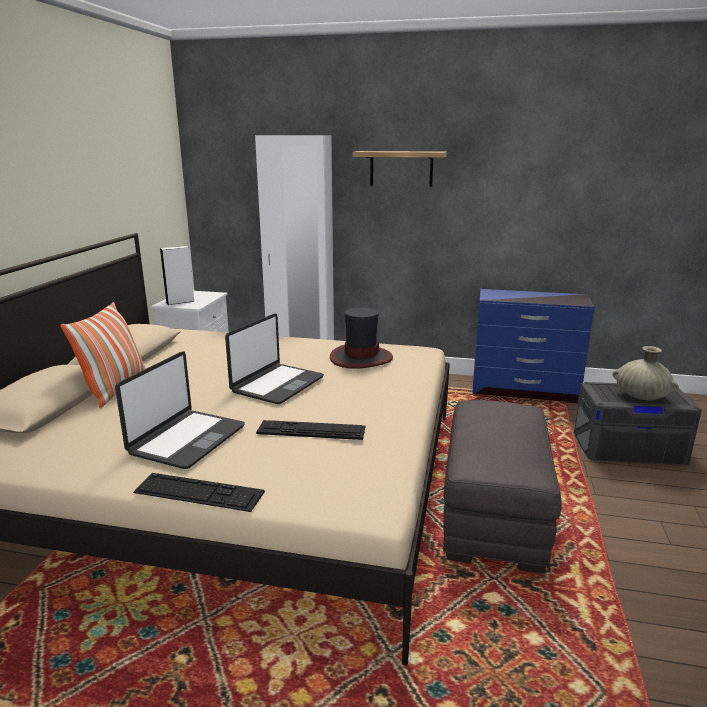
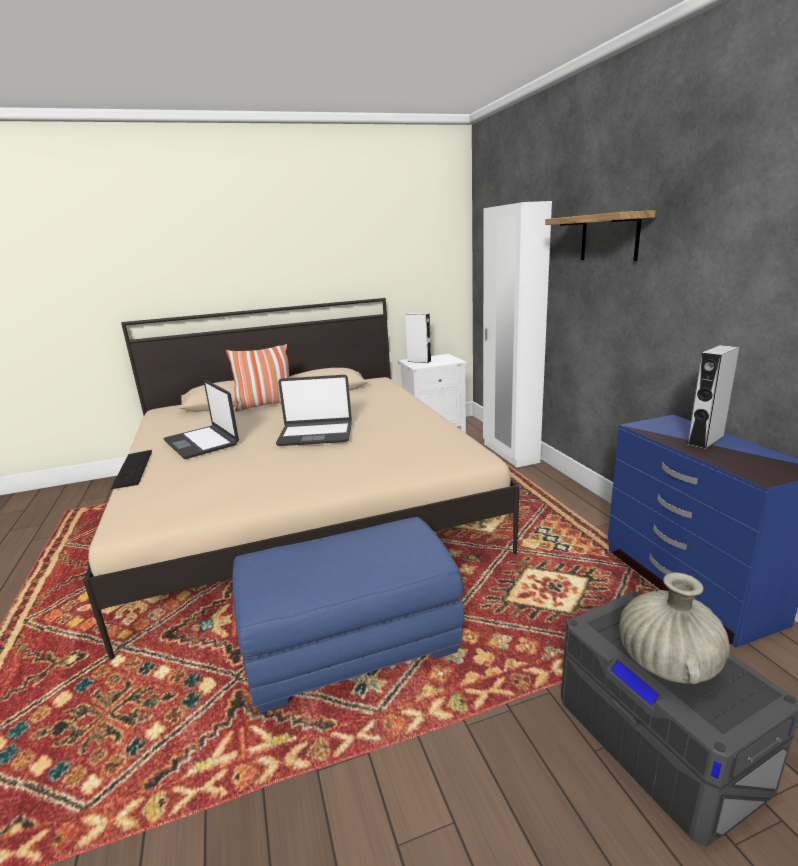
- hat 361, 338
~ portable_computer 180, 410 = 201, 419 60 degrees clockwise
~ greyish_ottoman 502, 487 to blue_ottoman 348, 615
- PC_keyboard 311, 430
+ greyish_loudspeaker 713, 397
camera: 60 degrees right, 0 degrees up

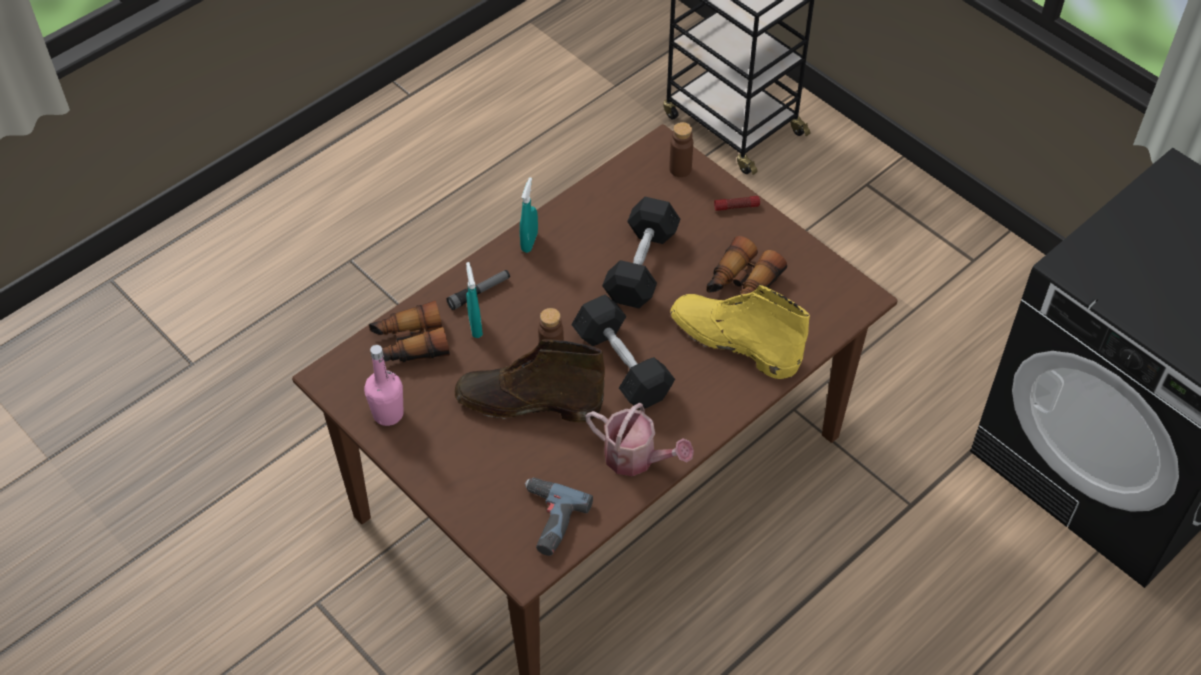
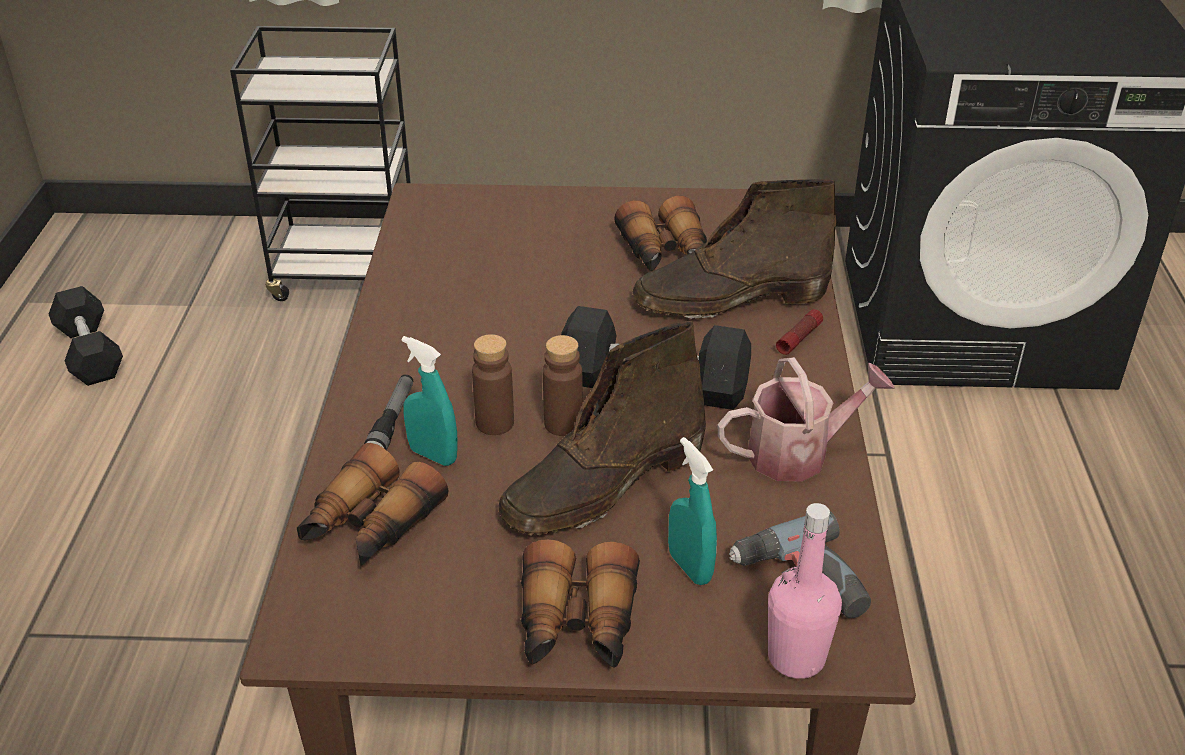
~ brownish_drink_bottle 681, 149 to 493, 384
~ turquoise-coloured_spray_bottle 529, 215 to 692, 511
~ flashlight 737, 203 to 799, 332
~ black-coloured_dumbbell 641, 252 to 86, 336
~ yellowish_boot 740, 332 to brownish_boot 734, 249
~ pinkish_drink_bottle 384, 385 to 805, 591
+ field_glasses 580, 603
camera: 45 degrees left, 15 degrees down

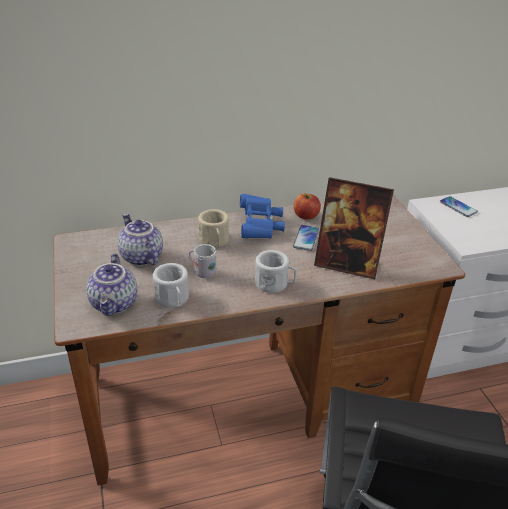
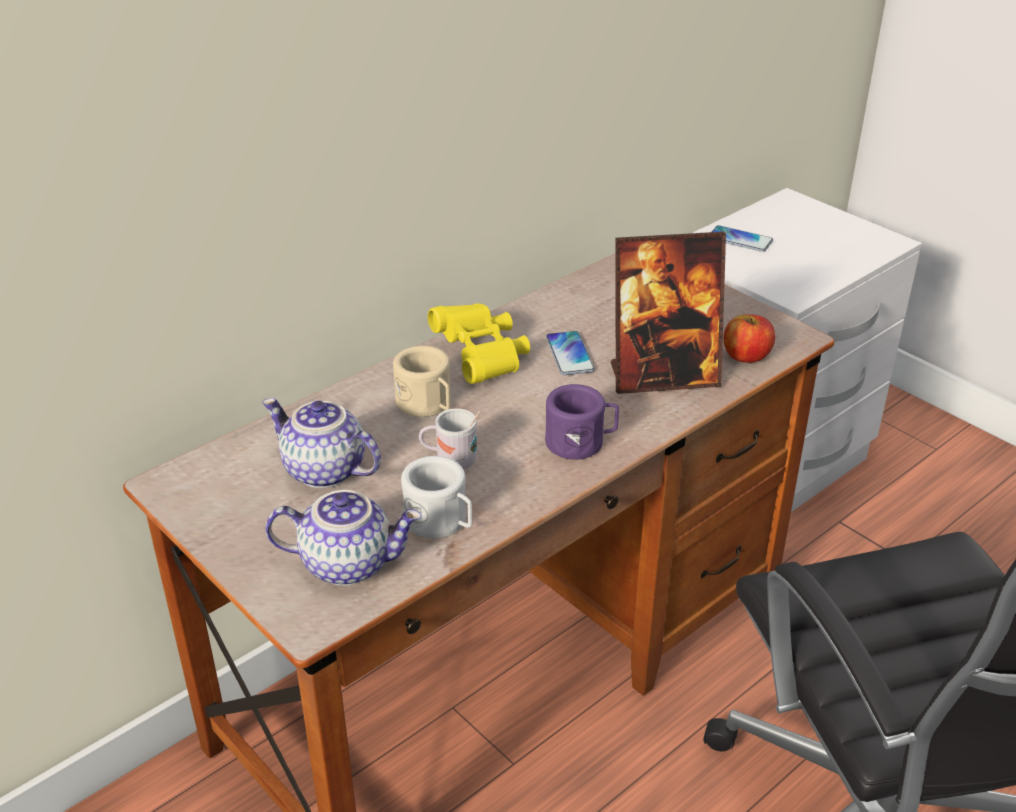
~ blue_field_glasses 262, 216 to yellowish_field_glasses 479, 343
~ whole_apple 307, 206 to 749, 338
~ white-coloured_coffee_mug 275, 271 to purple-coloured_coffee_mug 582, 422
~ tea_pot 111, 284 = 343, 538 60 degrees counterclockwise
camera: 25 degrees left, 0 degrees up

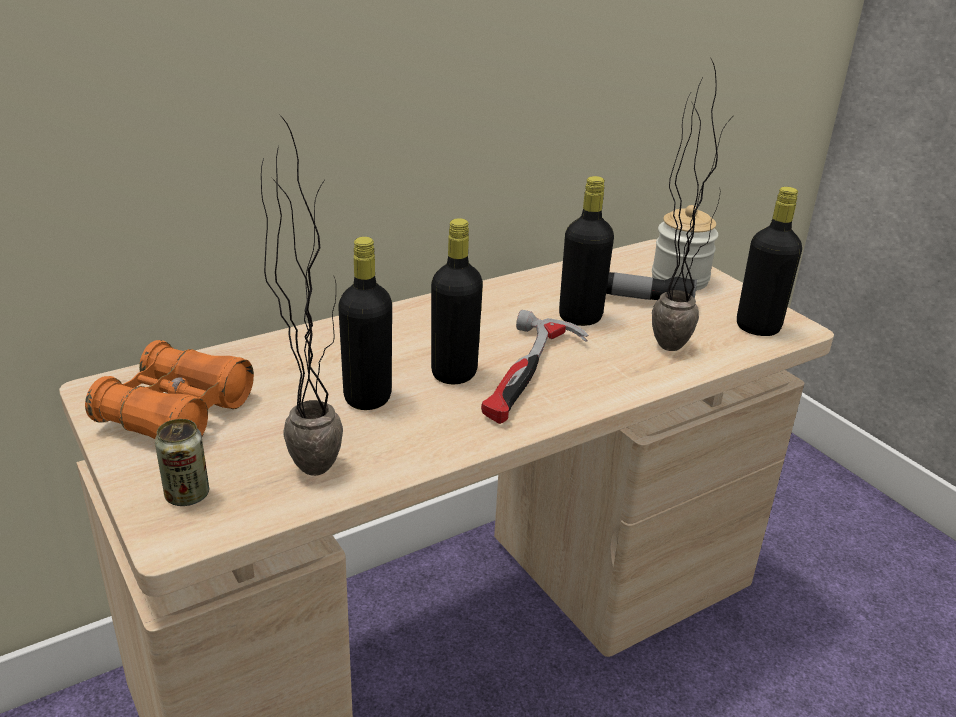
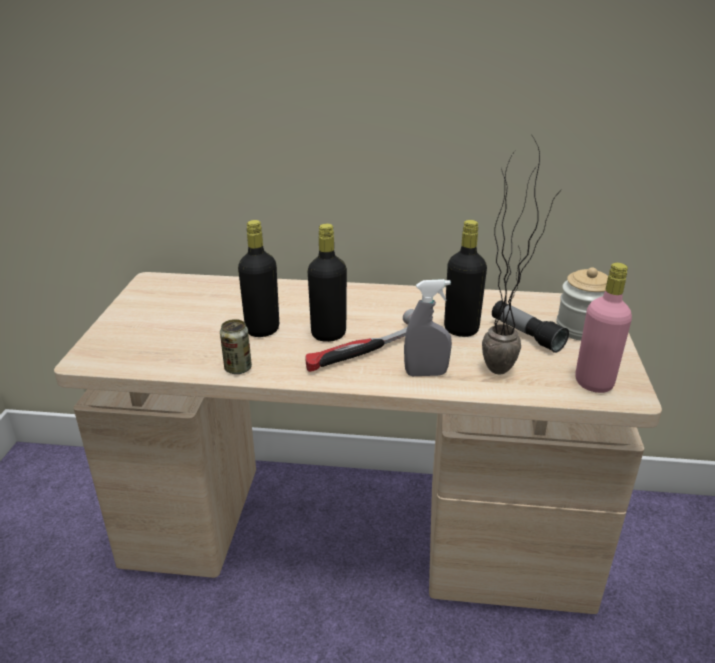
- houseplant 302, 296
~ black-coloured_drink_bottle 769, 261 to pinkish_drink_bottle 603, 328
- orange_field_glasses 169, 389
~ metal_can 182, 462 to 236, 346
+ greyish_spray_bottle 428, 327
camera: 40 degrees right, 0 degrees up

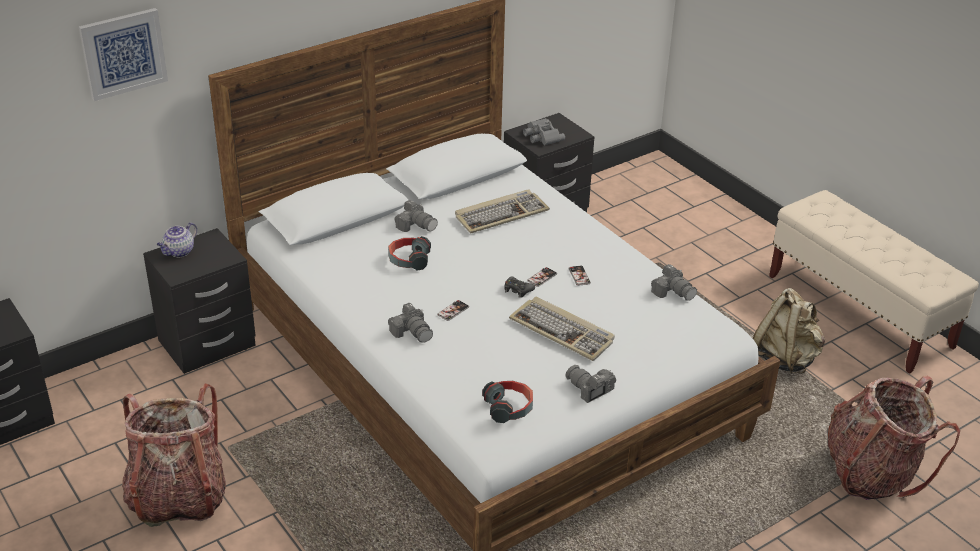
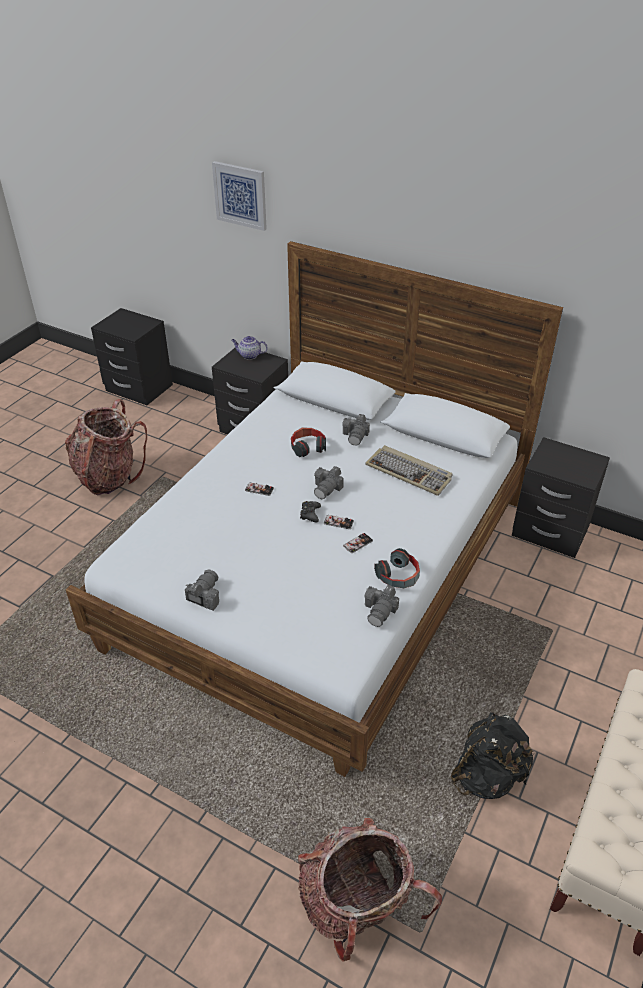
- greyish_field_glasses 544, 131
~ beige-coloured_backpack 789, 331 to black-coloured_backpack 493, 755
- PC_keyboard 562, 328
~ photo_camera 410, 323 to 328, 482
~ pair_of_headphones 507, 402 to 397, 568
camera: 65 degrees right, 5 degrees up

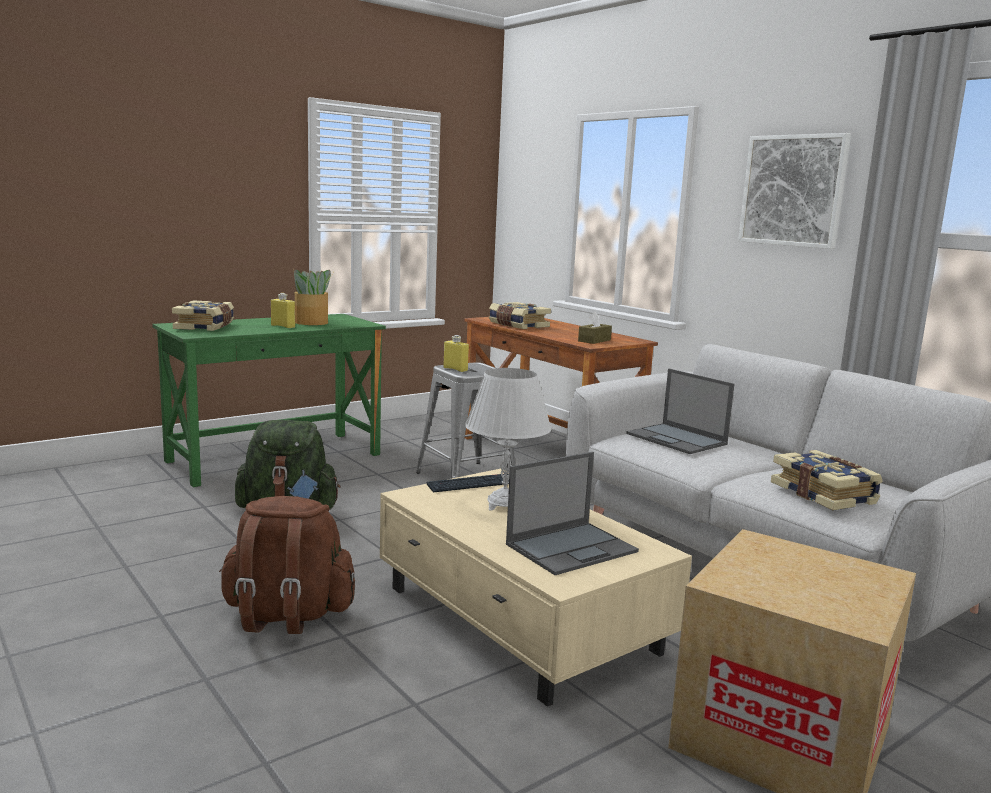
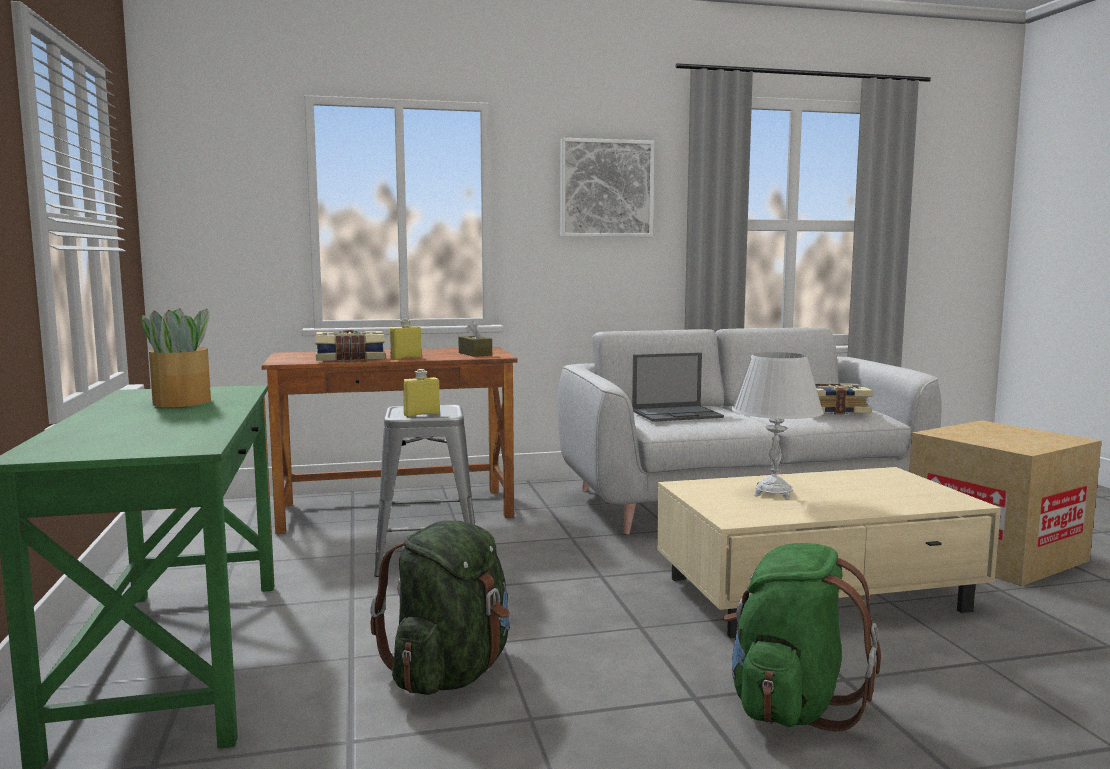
~ yellowish_drink_bottle 283, 310 to 406, 339
- book 203, 315
- portable_computer 572, 513
- PC_keyboard 468, 483
~ brownish_backpack 287, 565 to green_backpack 802, 637
camera: 65 degrees left, 5 degrees down

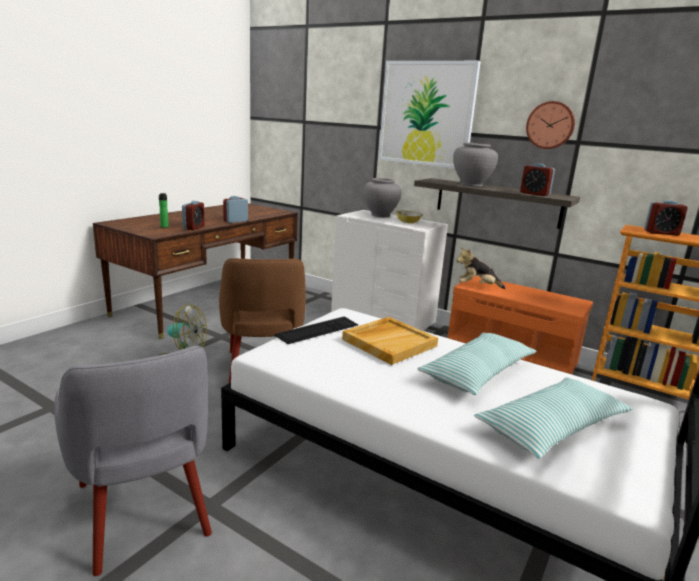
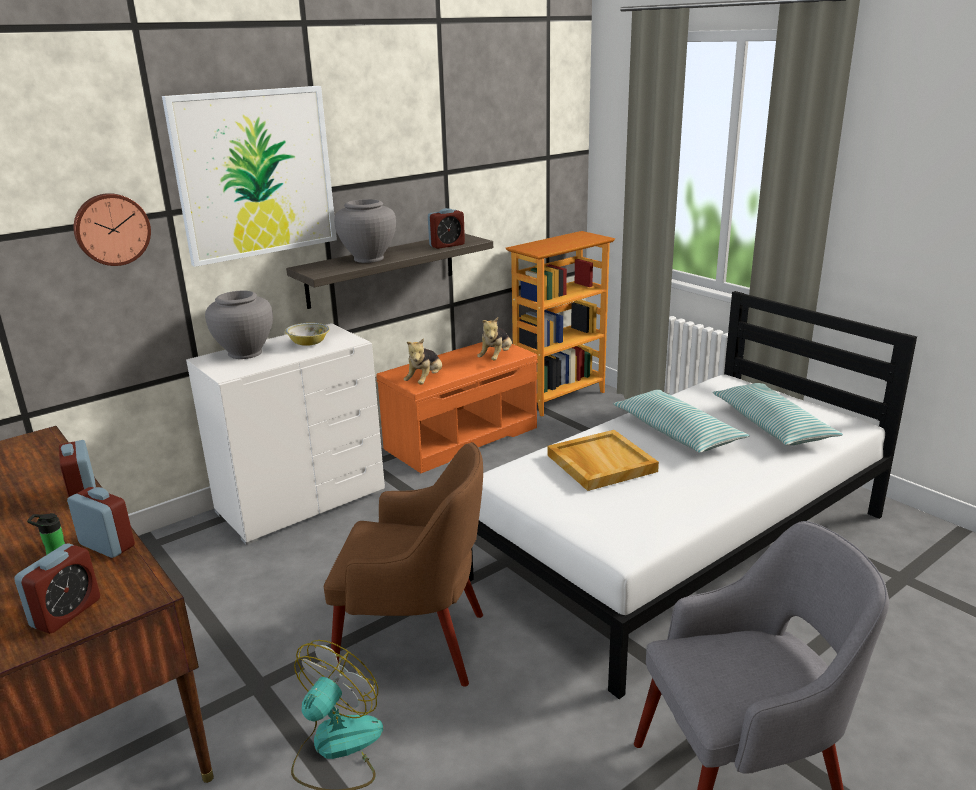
~ wall_clock 550, 125 to 112, 229
~ alarm_clock 666, 218 to 57, 588
- PC_keyboard 316, 330
+ plush_toy 494, 339
camera: 70 degrees left, 5 degrees up

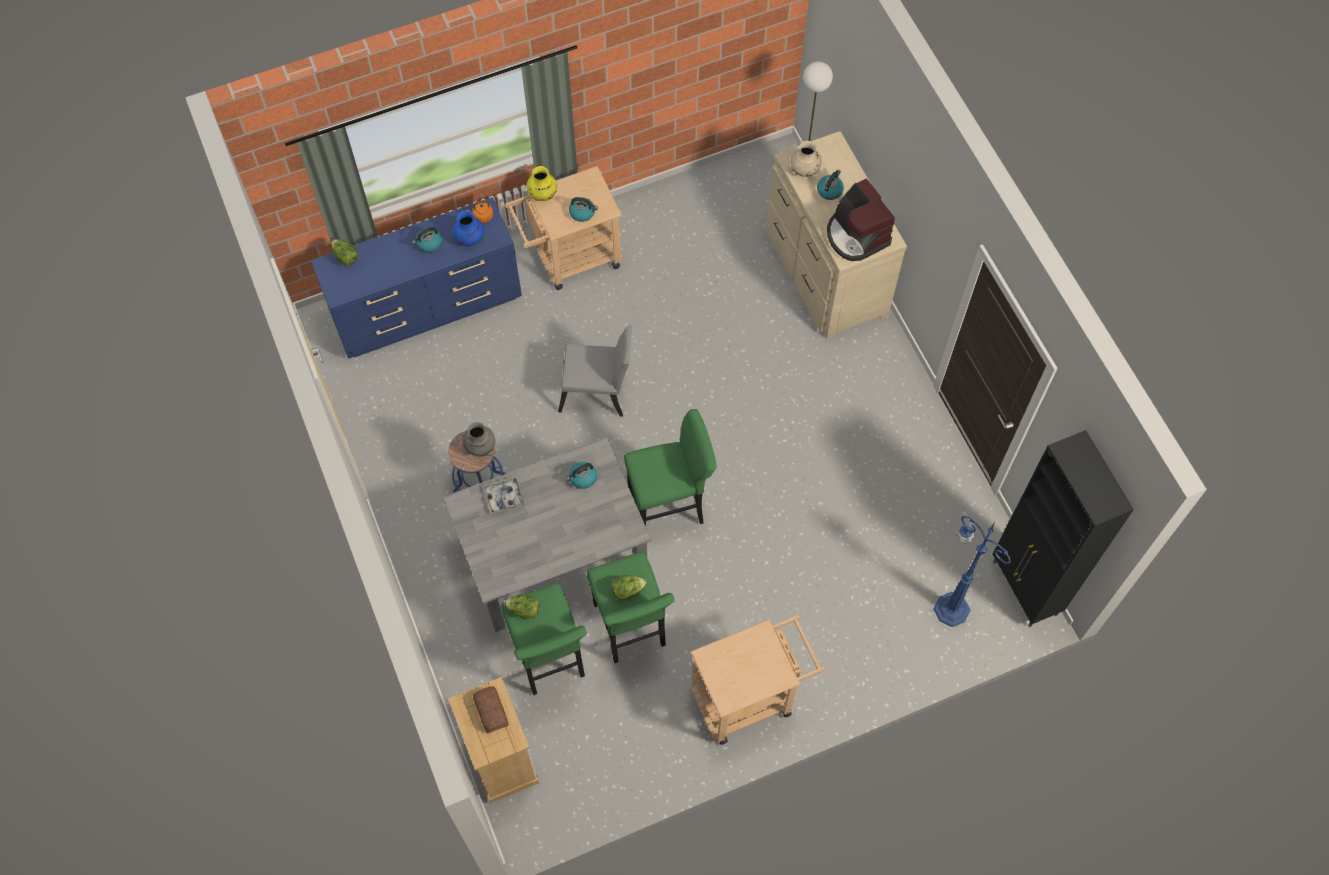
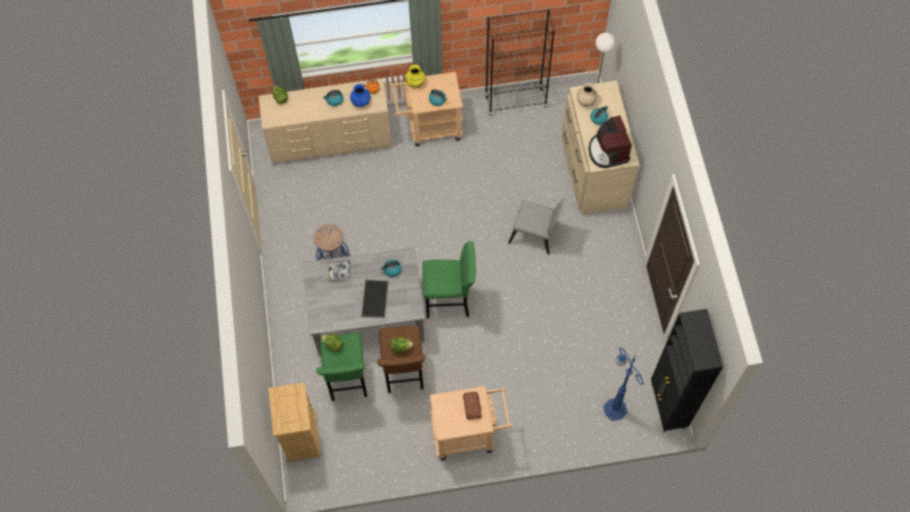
~ blue_chest_of_drawers 416, 278 to beige-coloured_chest_of_drawers 325, 120
~ greyish_chair 595, 371 to 538, 226
- greyish_decorative_vase 479, 439
~ green_sitting_stool 631, 607 to brownish_sitting_stool 401, 359
~ bakery_bread 491, 709 to 472, 406
+ black-coloured_bookshelf 520, 62
+ carrying_tray 375, 299
camera: 15 degrees right, 0 degrees up

